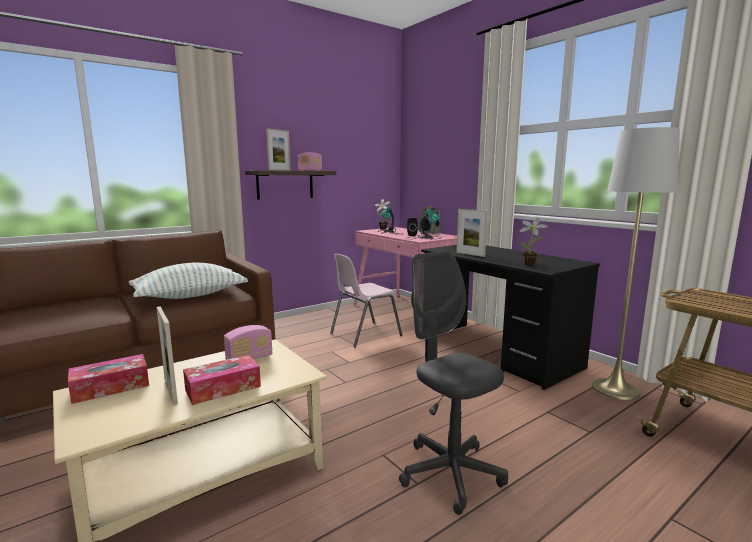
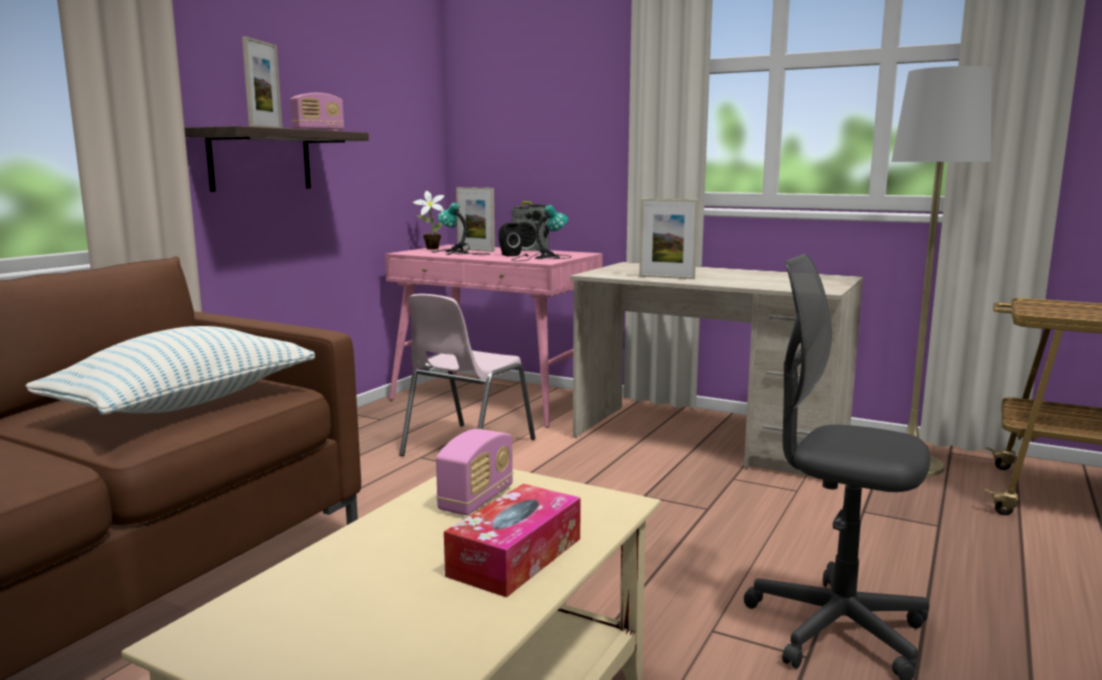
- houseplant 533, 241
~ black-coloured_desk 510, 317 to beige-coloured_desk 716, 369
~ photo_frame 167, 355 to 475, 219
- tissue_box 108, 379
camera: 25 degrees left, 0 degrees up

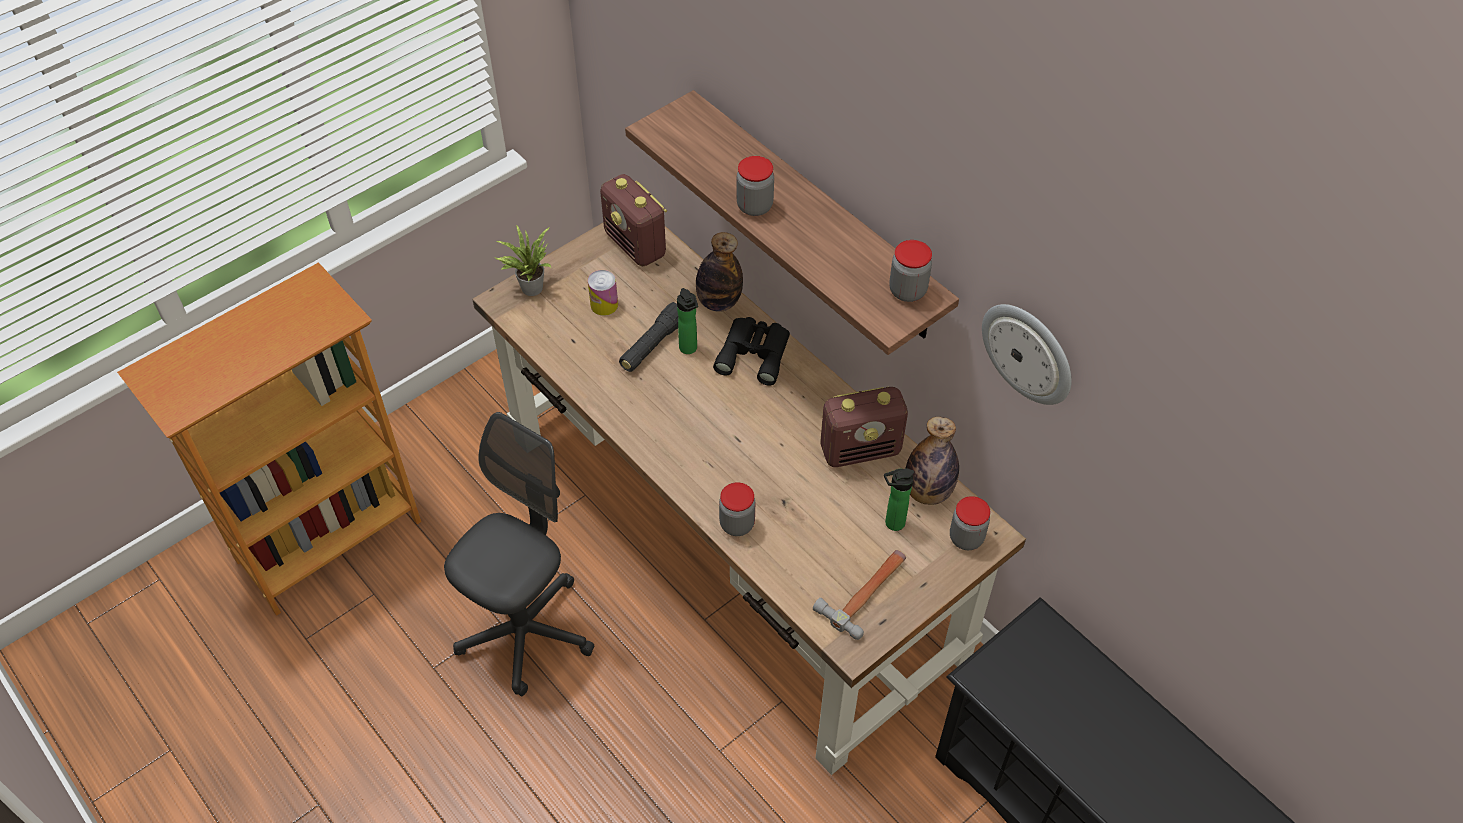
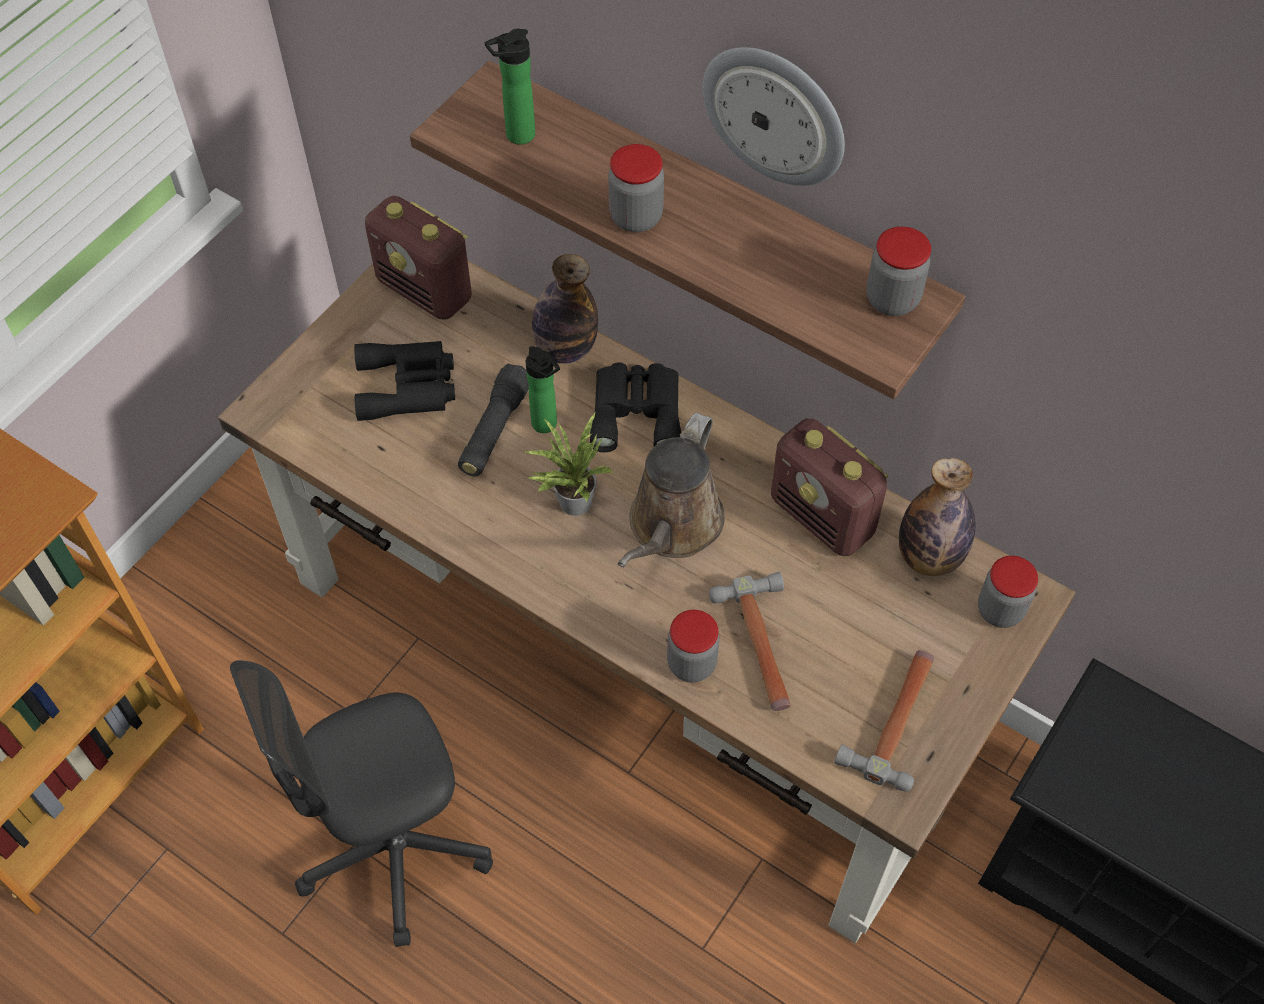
~ houseplant 523, 260 to 568, 464
~ metal_can 603, 293 to black-coloured_field_glasses 404, 381
~ wall_clock 1027, 354 to 773, 116
~ radio_receiver 864, 427 = 830, 487 75 degrees clockwise
~ greyish_desk_chair 519, 554 = 361, 803 135 degrees counterclockwise
~ drink_bottle 899, 499 to 510, 87
+ brownish_sprinkling_can 671, 490
+ hammer 750, 641
camera: 15 degrees left, 5 degrees up

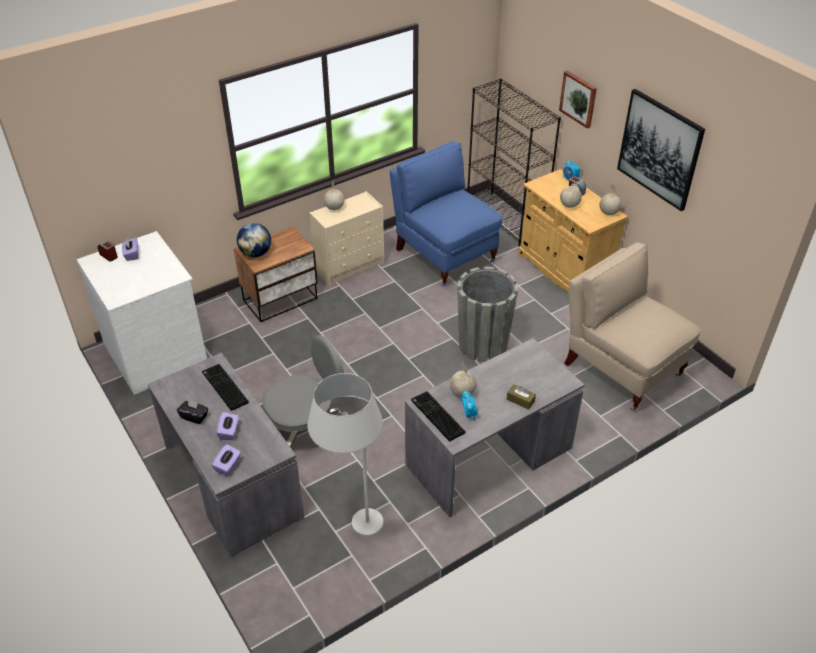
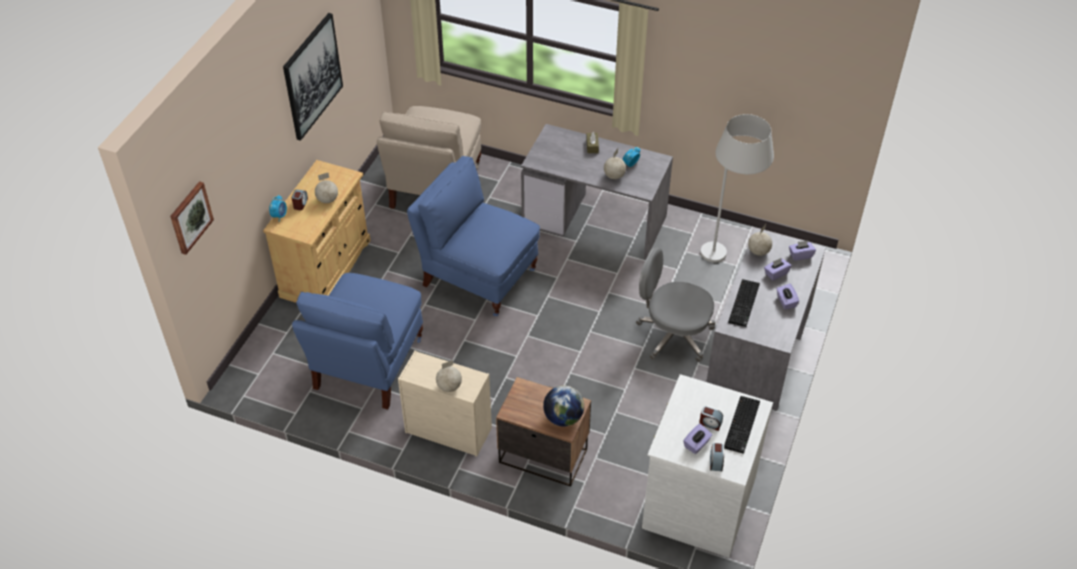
~ picture 578, 100 to 192, 218
- black-coloured_bookshelf 514, 162
~ globe 610, 199 to 760, 240
~ greyish_plant_pot 487, 314 to blue_chair 473, 236
~ PC_keyboard 438, 416 to 742, 425
~ black-coloured_tissue_box 192, 412 to purple-coloured_tissue_box 788, 296
+ alarm_clock 711, 418
camera: 125 degrees left, 5 degrees up

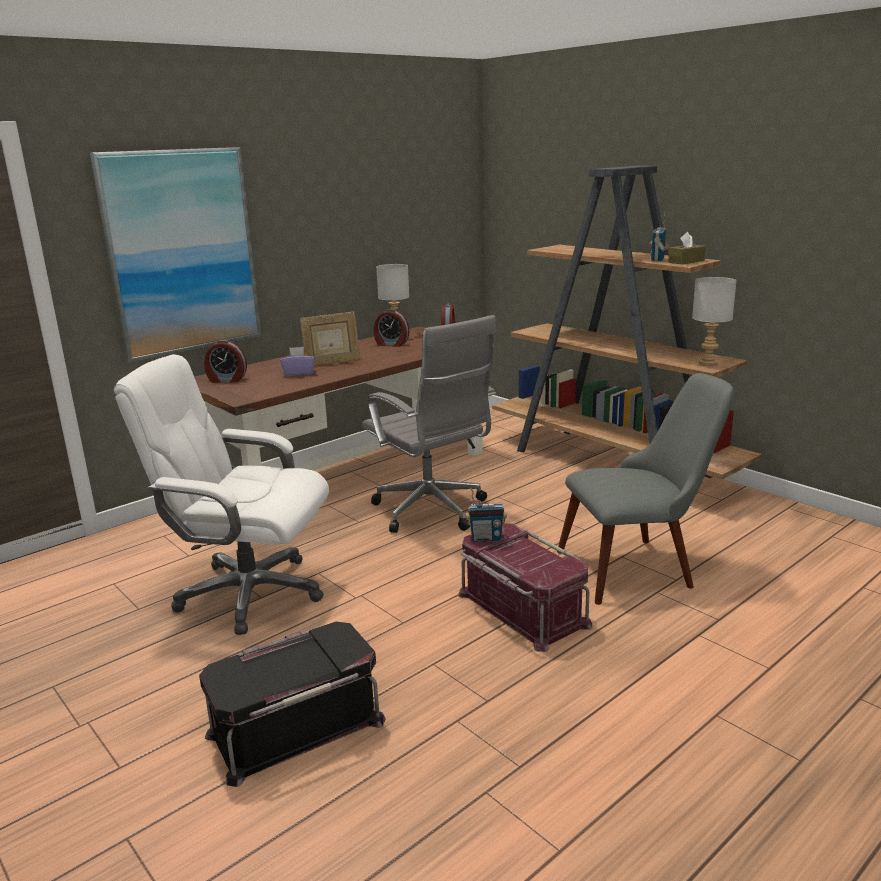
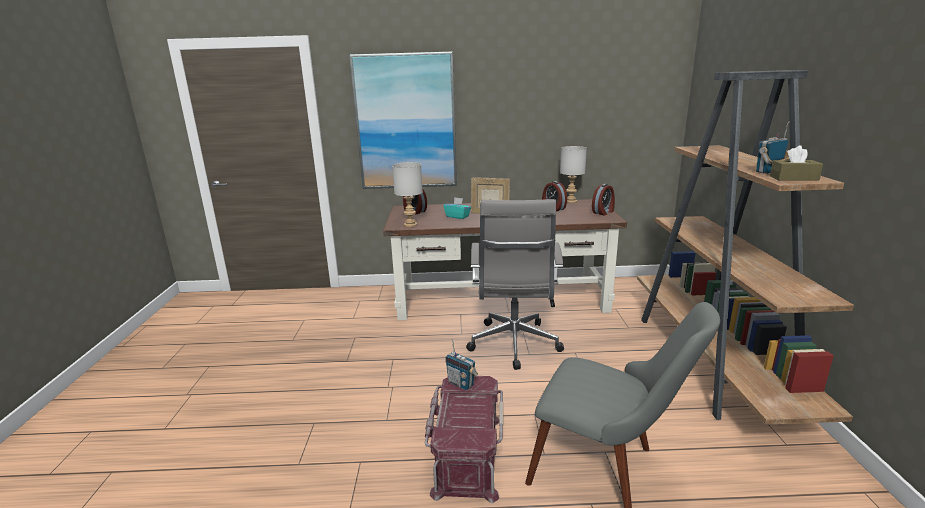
~ greyish_lamp_for_a_table 714, 321 to 407, 194
~ purple-coloured_tissue_box 297, 361 to turquoise-coloured_tissue_box 457, 208
- white-coloured_desk_chair 221, 494
- black-coloured_storage_bin 292, 704
camera: 40 degrees right, 0 degrees up

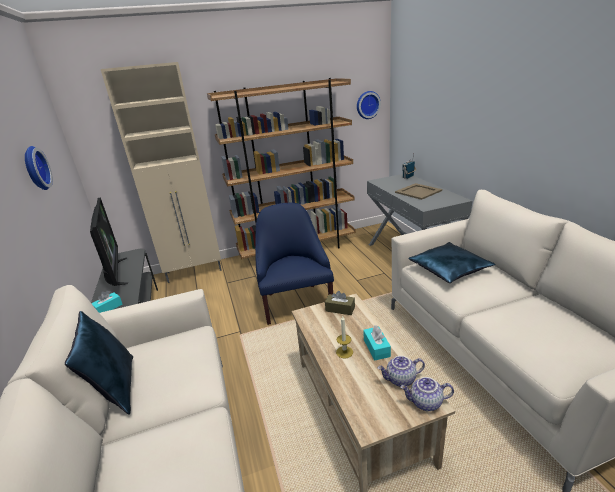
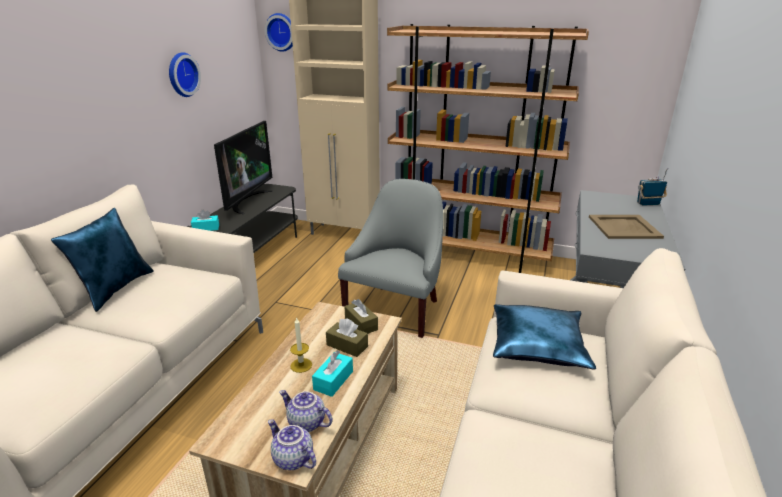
~ wall_clock 369, 105 to 279, 32
~ blue_armchair 294, 264 to greyish_armchair 390, 258
+ brownish_tissue_box 347, 337
camera: 35 degrees right, 0 degrees up

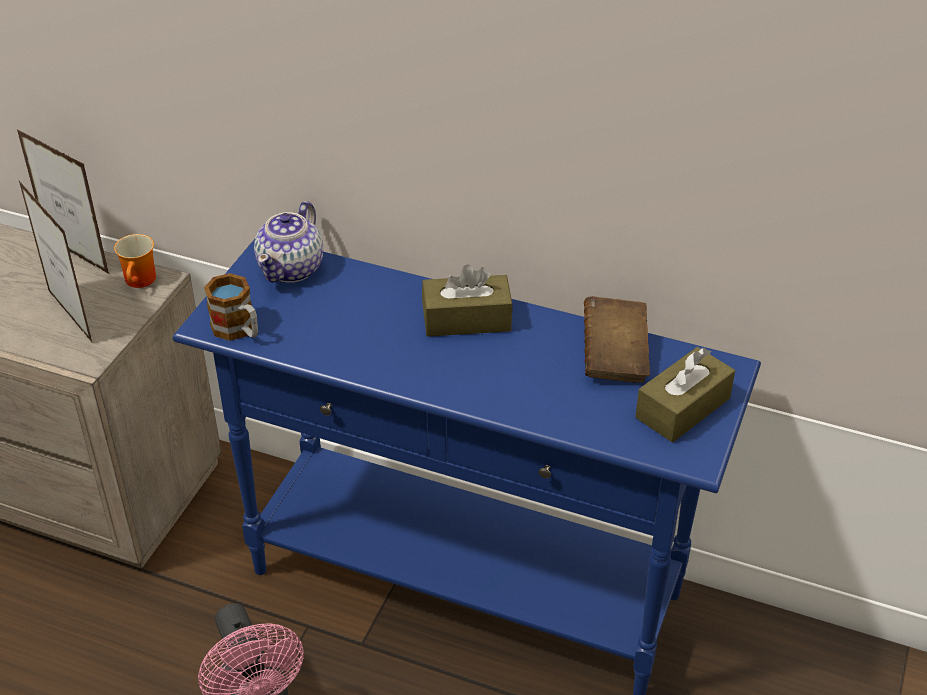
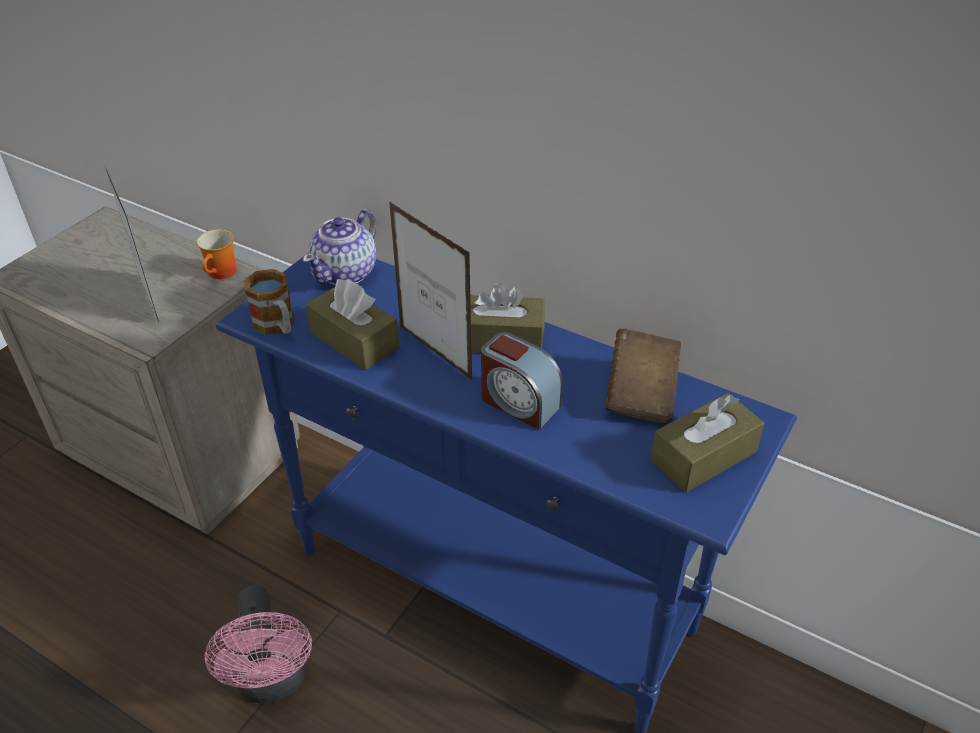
~ photo_frame 63, 201 to 431, 291
+ brownish_tissue_box 352, 324
+ alarm_clock 522, 381
camera: 10 degrees right, 0 degrees up

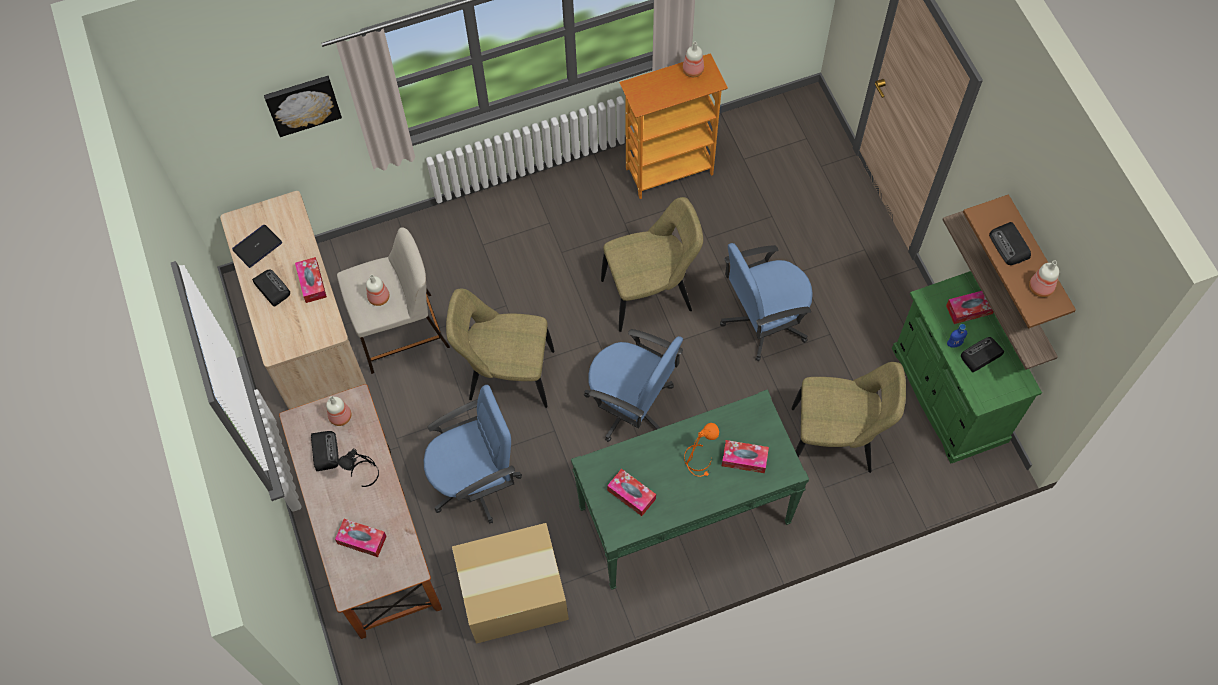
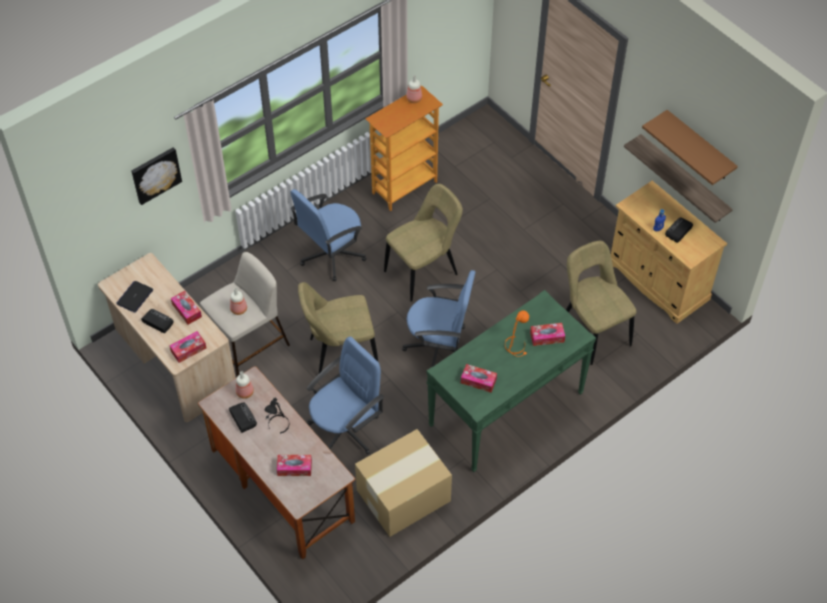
- radio_receiver 1010, 243
~ blue_desk_chair 766, 302 to 328, 235
- drink_bottle 1044, 278
~ green_cupboard 967, 367 to beige-coloured_cupboard 669, 252
~ tissue_box 970, 307 to 187, 347
~ beige-coloured_chair 848, 417 = 601, 303 105 degrees counterclockwise
camera: 20 degrees left, 10 degrees down

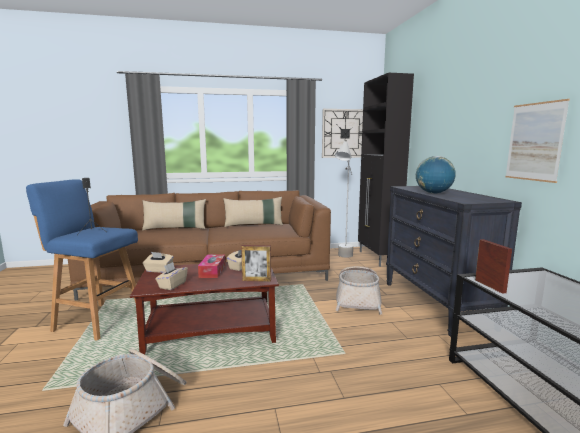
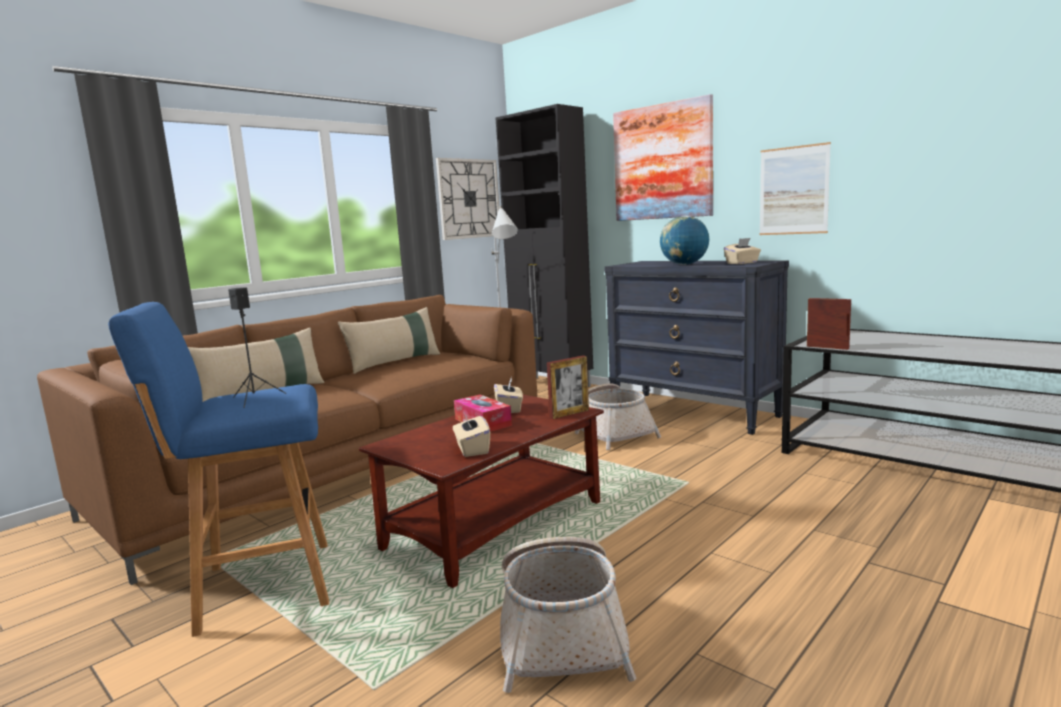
~ beige-coloured_tissue_box 158, 262 to 742, 251
+ picture 663, 157
camera: 35 degrees left, 0 degrees up

